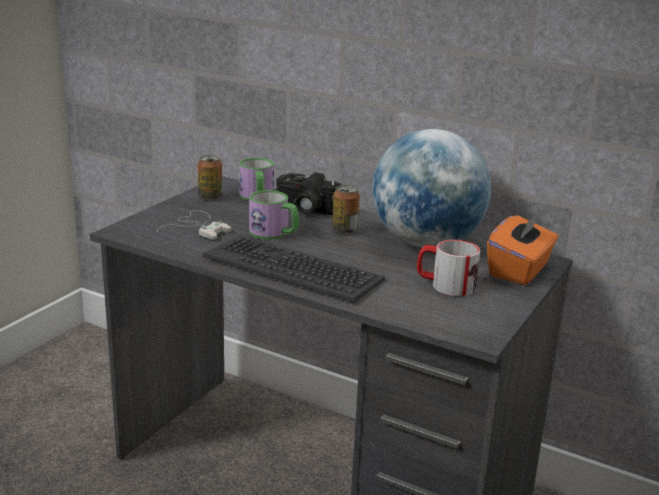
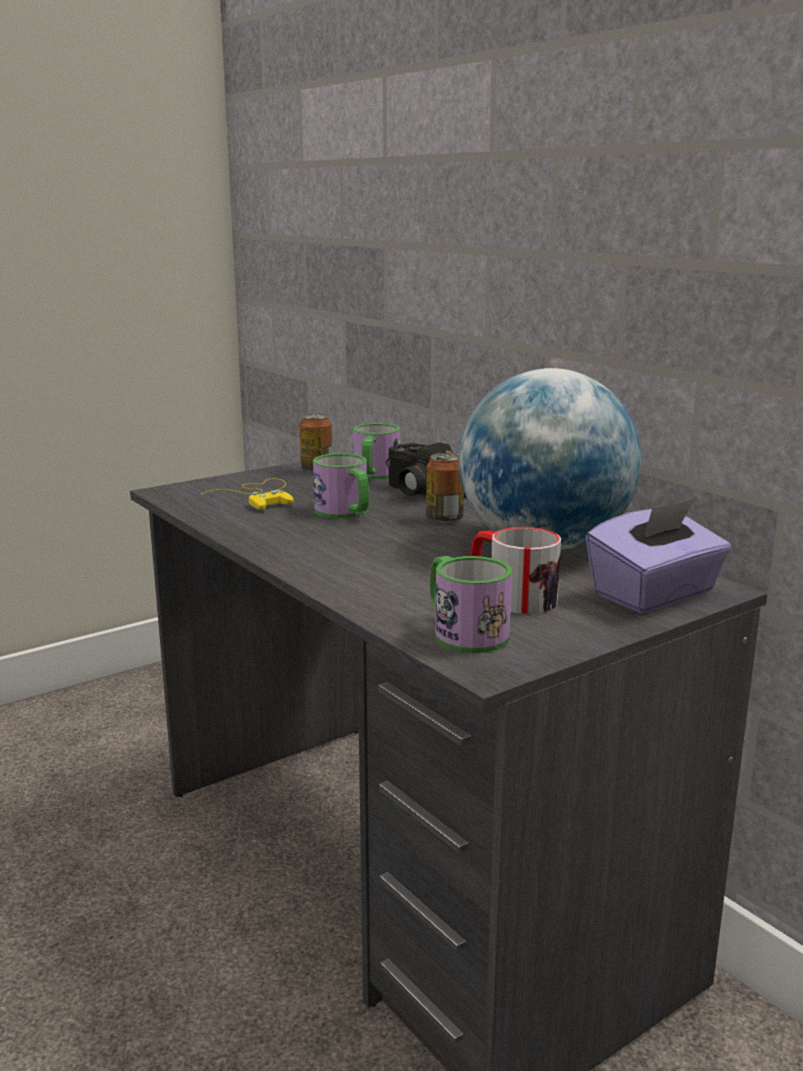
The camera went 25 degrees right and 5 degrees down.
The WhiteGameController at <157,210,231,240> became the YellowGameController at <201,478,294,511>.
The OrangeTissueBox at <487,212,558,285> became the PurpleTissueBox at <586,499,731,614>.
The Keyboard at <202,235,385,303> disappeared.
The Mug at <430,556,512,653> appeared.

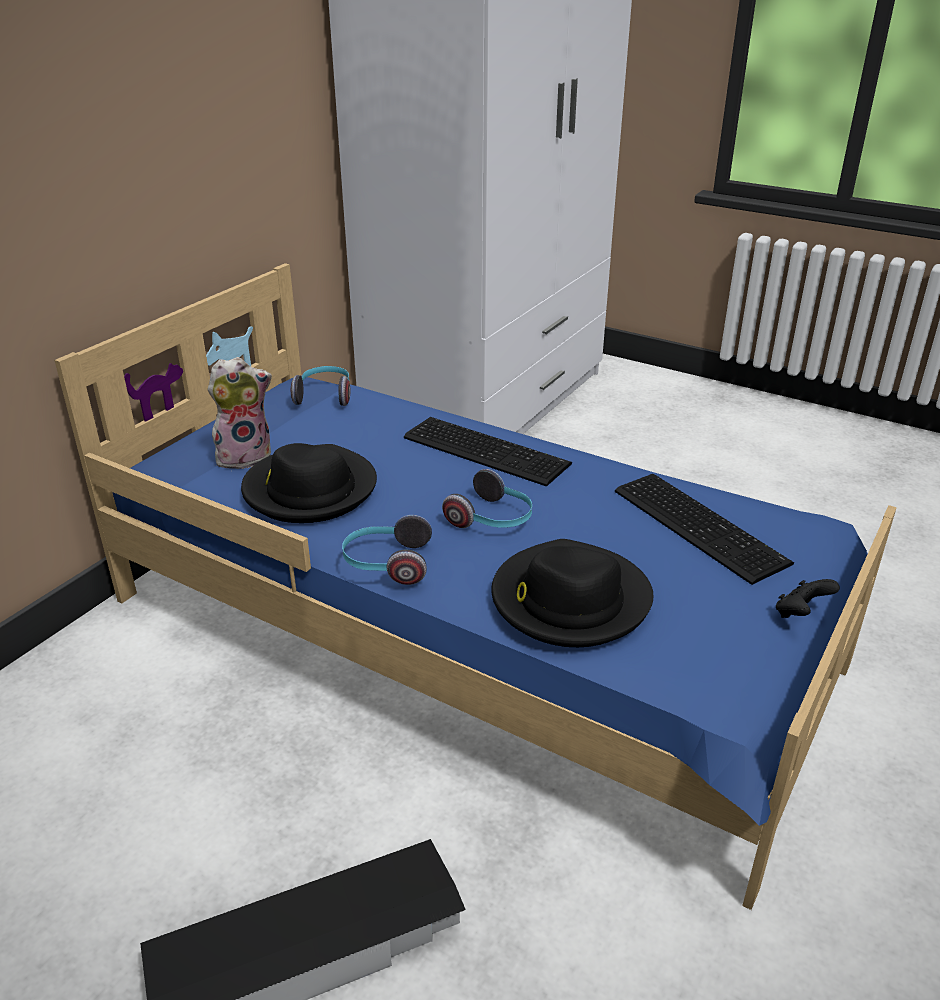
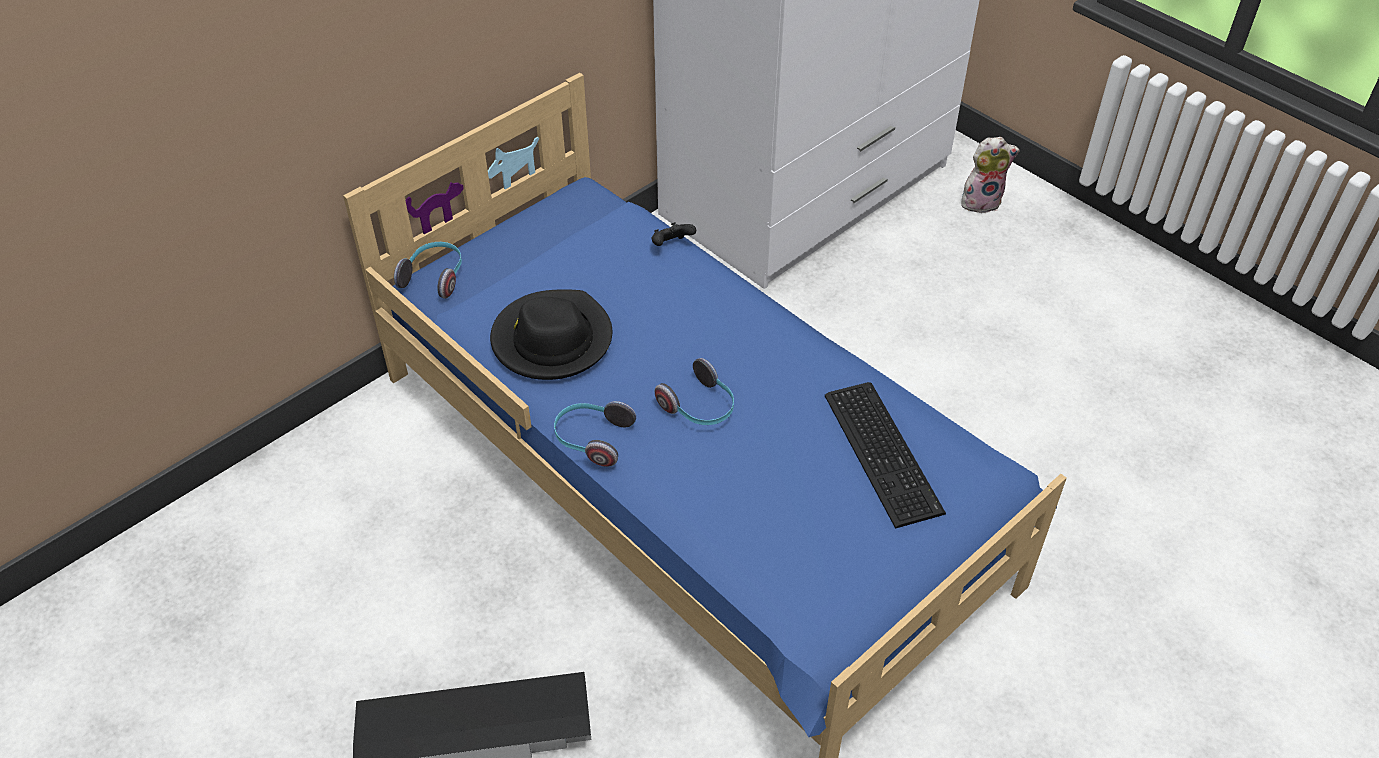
The camera went 15 degrees right and 15 degrees up.
The PlushToy moved from <207,357,272,469> to <961,137,1020,213>.
The Headphones moved from <291,366,350,406> to <394,242,462,299>.
The Keyboard at <404,417,572,486> disappeared.
The BlackHat at <491,539,653,647> disappeared.
The BlackGameController moved from <776,579,840,618> to <652,222,696,246>.

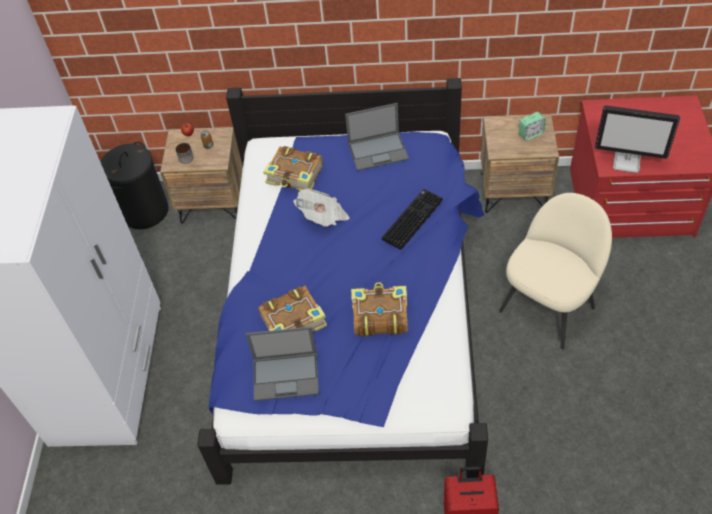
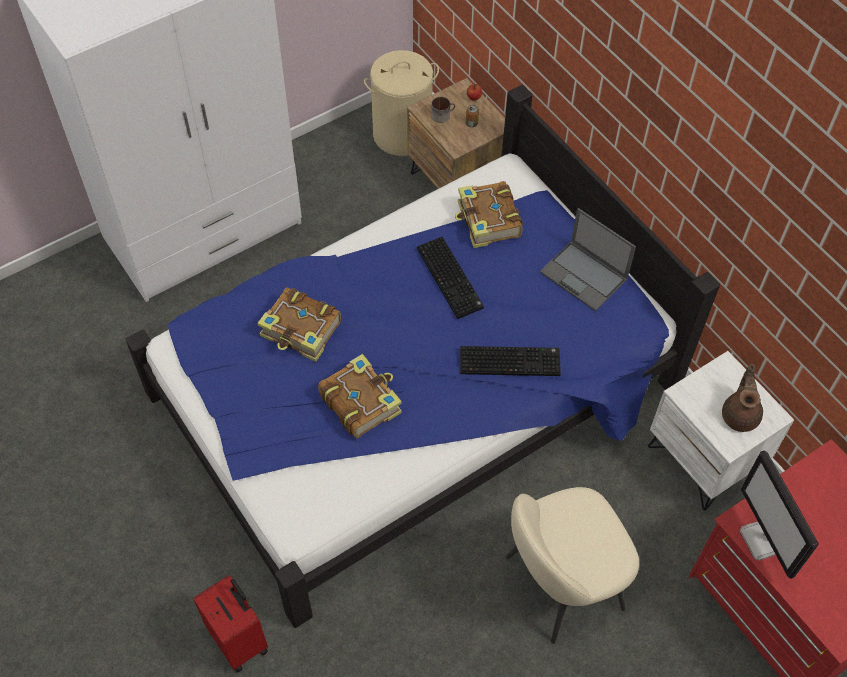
The camera went 50 degrees right and 5 degrees up.
The AlarmClock at <519,112,546,141> was replaced by the BrownTeapot at <722,364,763,432>.
The BrownNightstand at <481,114,559,213> became the WhiteNightstand at <648,351,794,511>.
The BlackLaundryBasket at <101,142,169,229> became the BeigeLaundryBasket at <364,50,439,156>.
The Newspaper at <293,188,350,227> was replaced by the Keyboard at <417,237,484,319>.
The BeigeChair at <499,193,612,349> turned 150 degrees clockwise.
The Laptop at <246,327,319,401> disappeared.

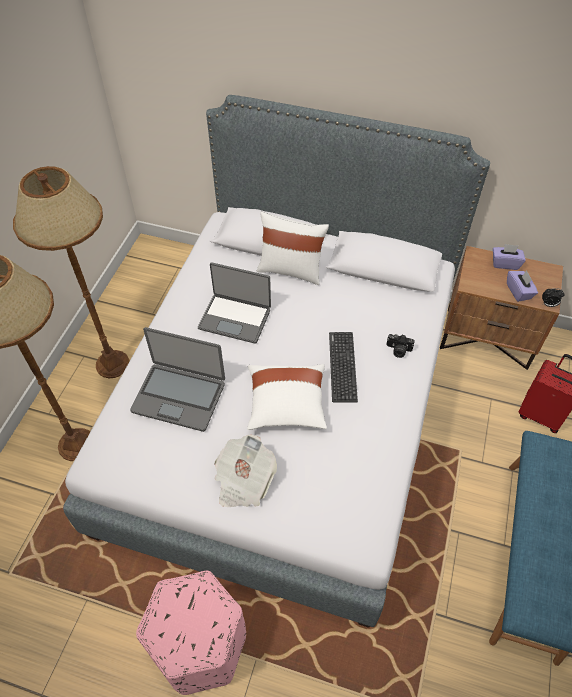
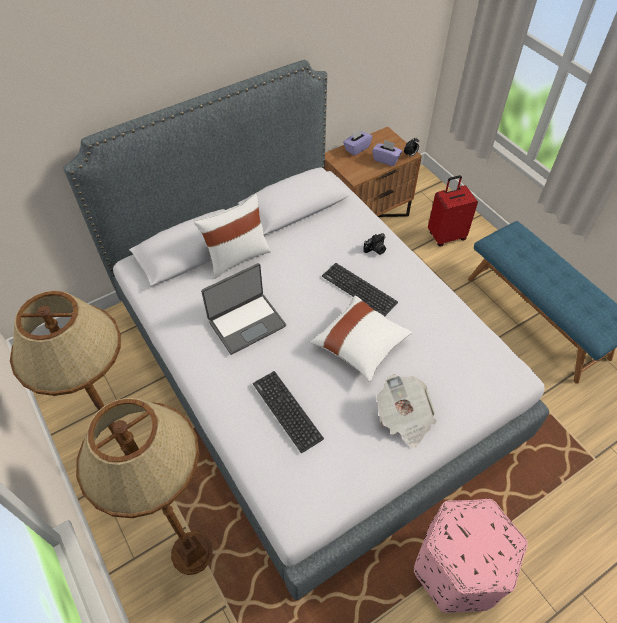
The camera went 50 degrees left and 0 degrees up.
The Laptop at <130,327,225,432> was replaced by the Keyboard at <253,371,324,453>.

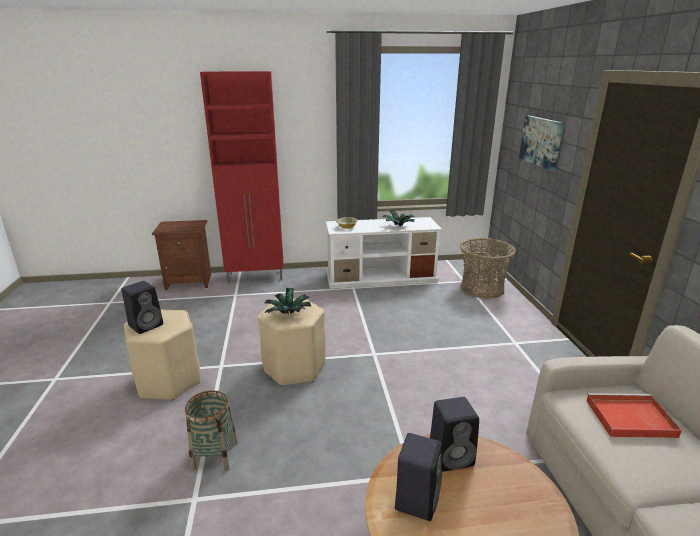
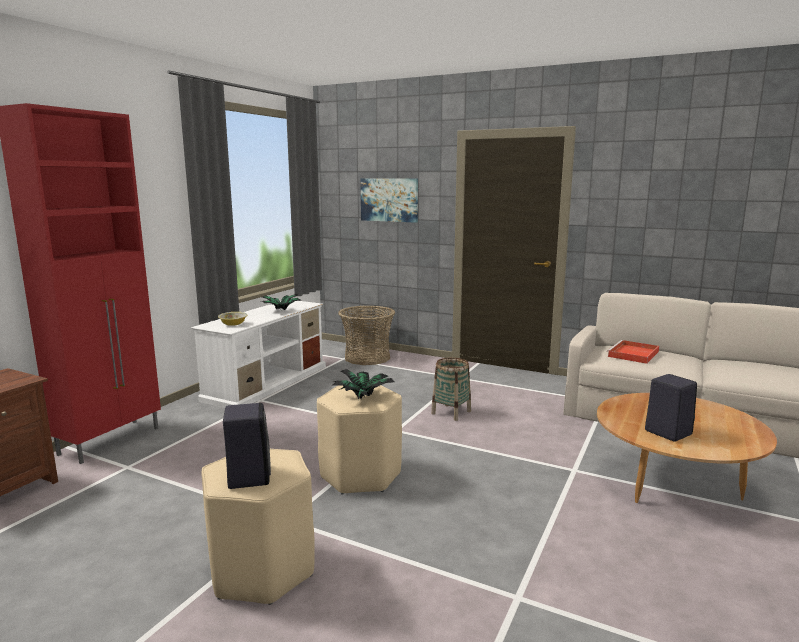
The camera went 55 degrees left and 10 degrees down.
The Basket moved from <185,390,238,471> to <431,358,471,421>.
The BlackSpeaker at <430,397,479,472> disappeared.

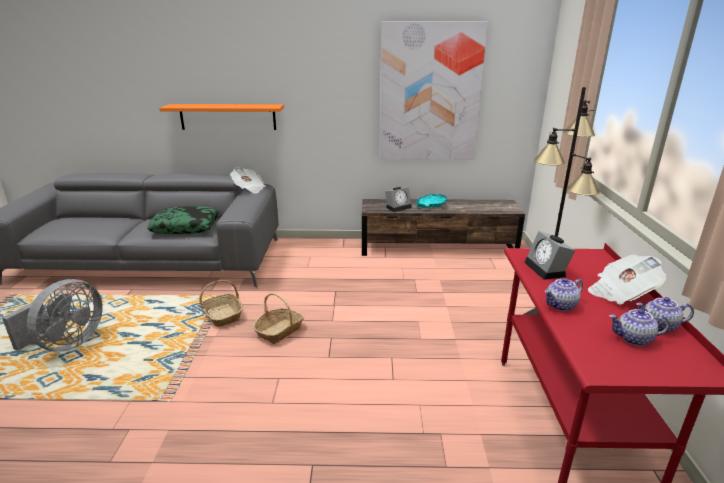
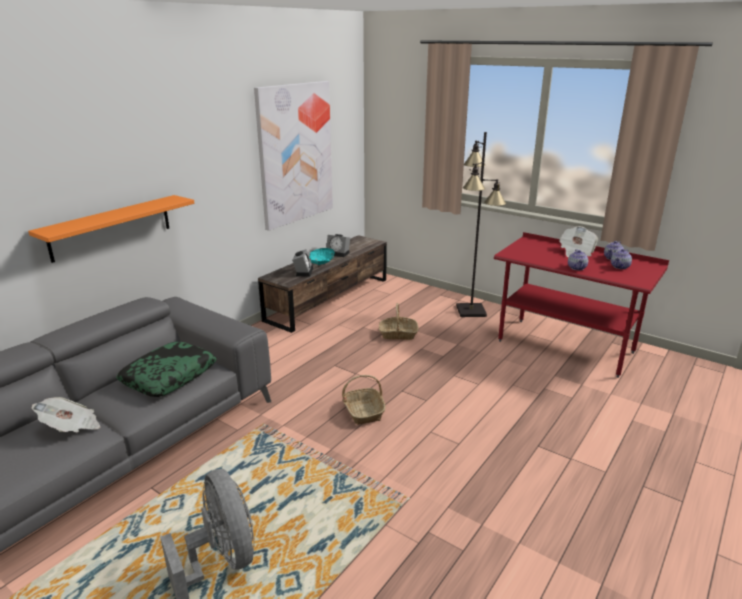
The camera went 55 degrees left and 0 degrees up.
The Newspaper moved from <230,167,266,193> to <31,397,101,432>.
The AlarmClock moved from <524,231,575,280> to <326,234,350,257>.
The Basket moved from <199,280,243,327> to <379,303,419,340>.

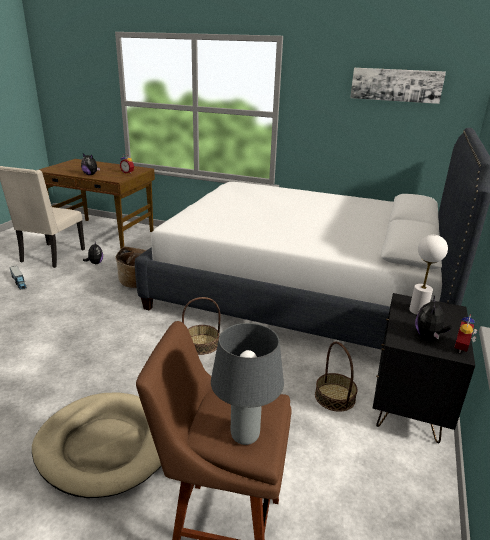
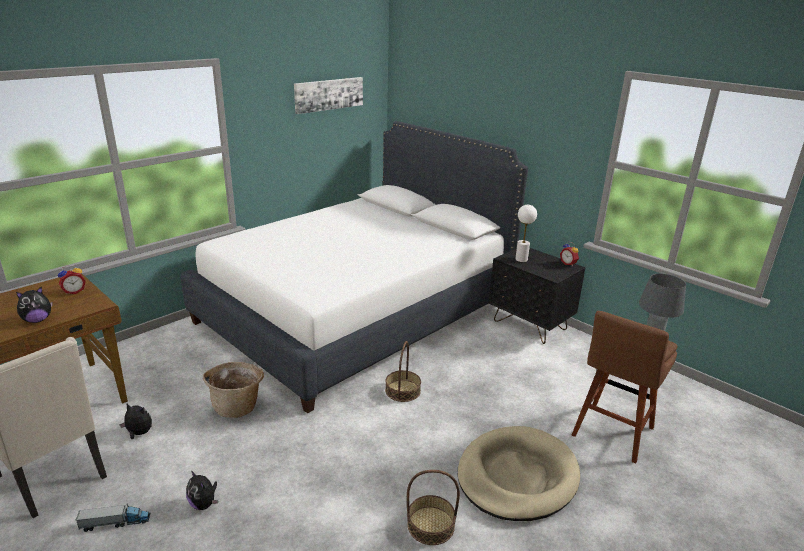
The camera went 65 degrees left and 0 degrees up.
The PlushToy moved from <415,296,452,340> to <186,470,218,510>.
The Basket moved from <315,342,358,412> to <407,470,460,545>.

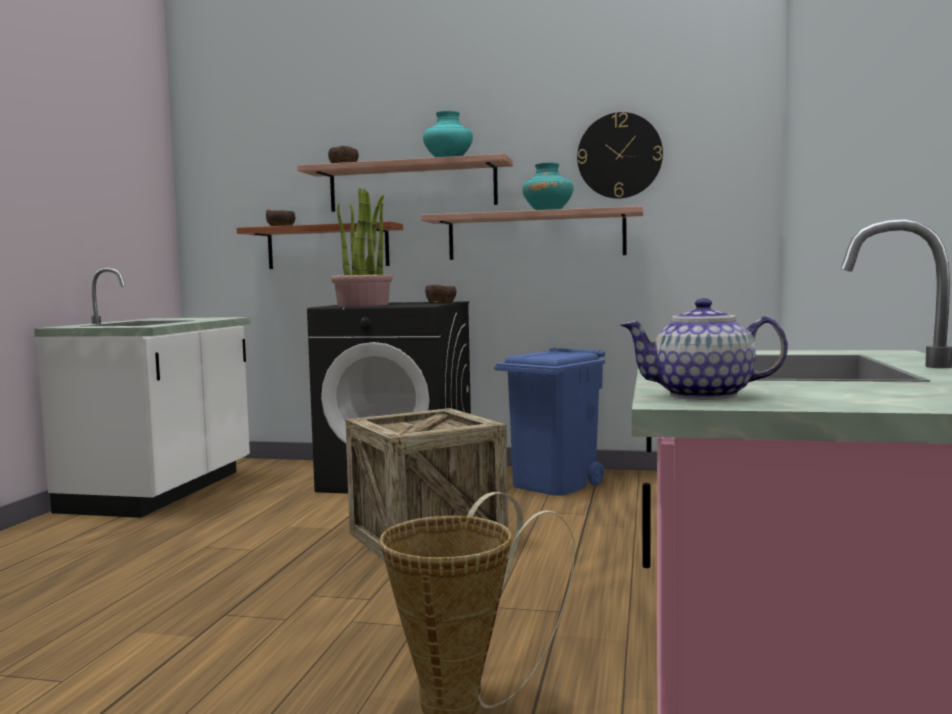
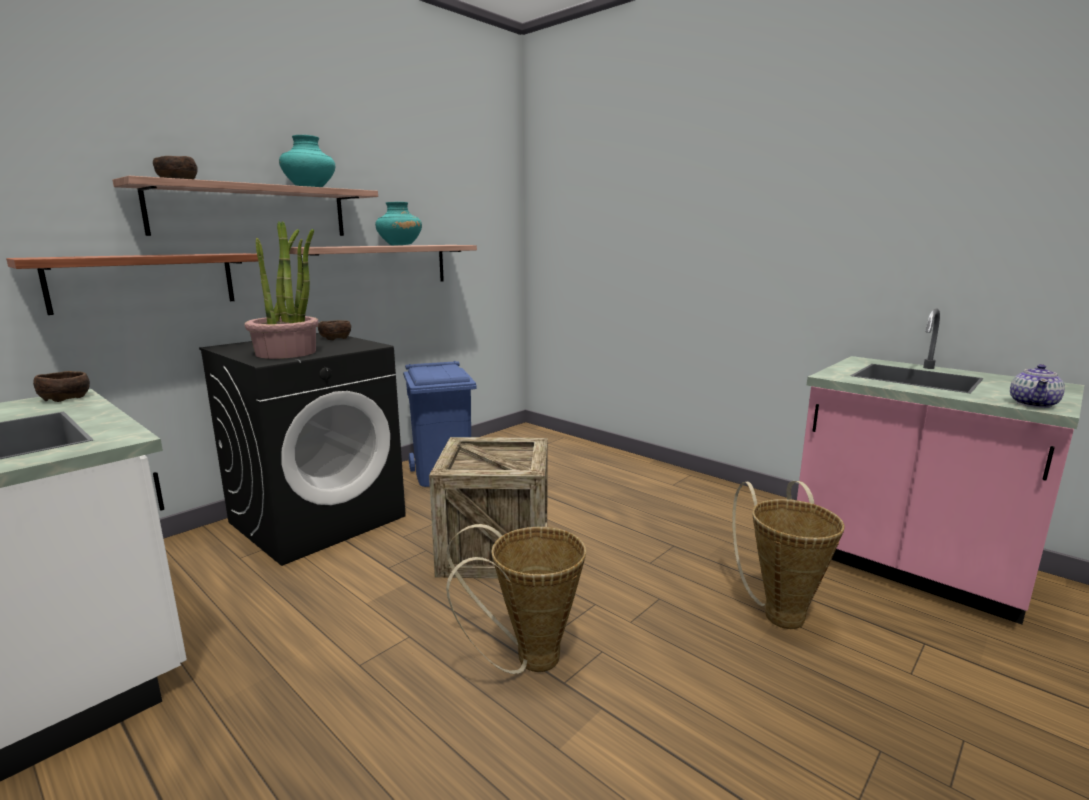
The camera went 60 degrees left and 10 degrees up.
The WallClock at <577,112,663,199> disappeared.
The BrownBowl moved from <266,210,295,226> to <33,371,90,402>.
The Basket at <446,524,586,674> appeared.

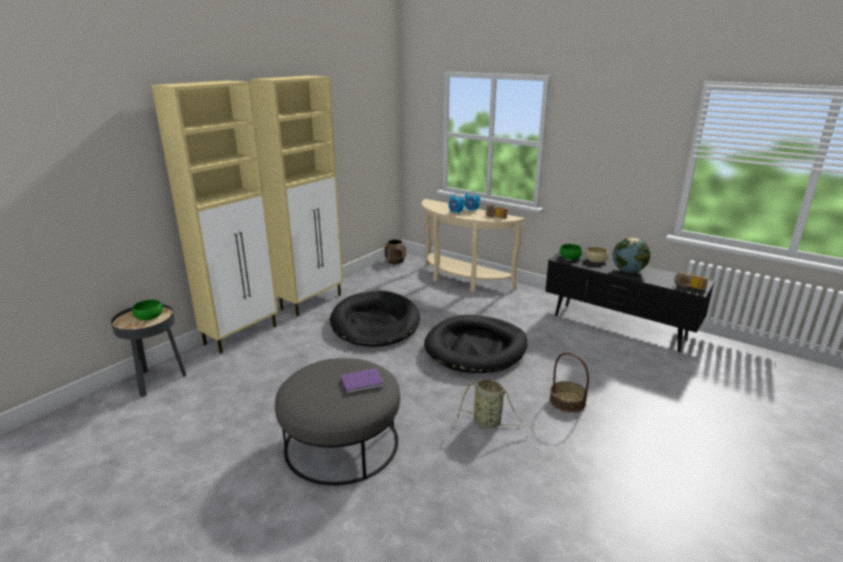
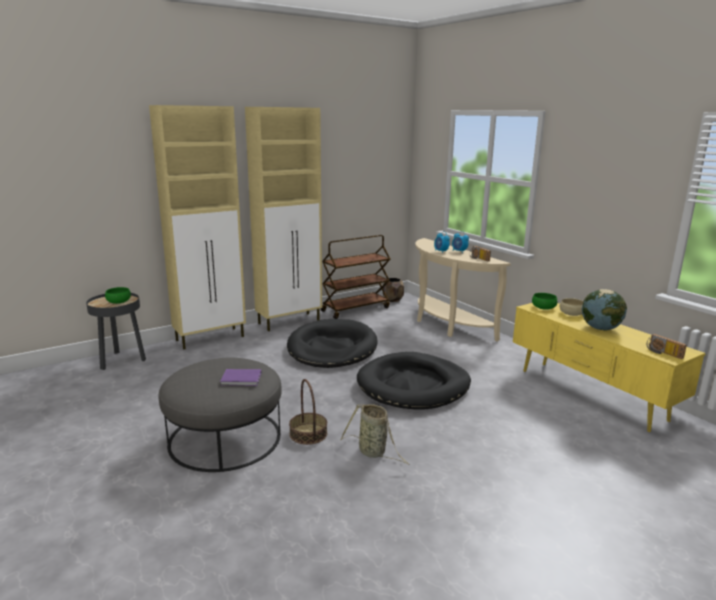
The camera went 20 degrees right and 5 degrees down.
The BlackTvStand at <545,252,715,352> became the YellowTvStand at <513,303,705,432>.
The Basket moved from <550,352,589,413> to <289,379,327,445>.
The BrownCart at <321,235,390,319> appeared.

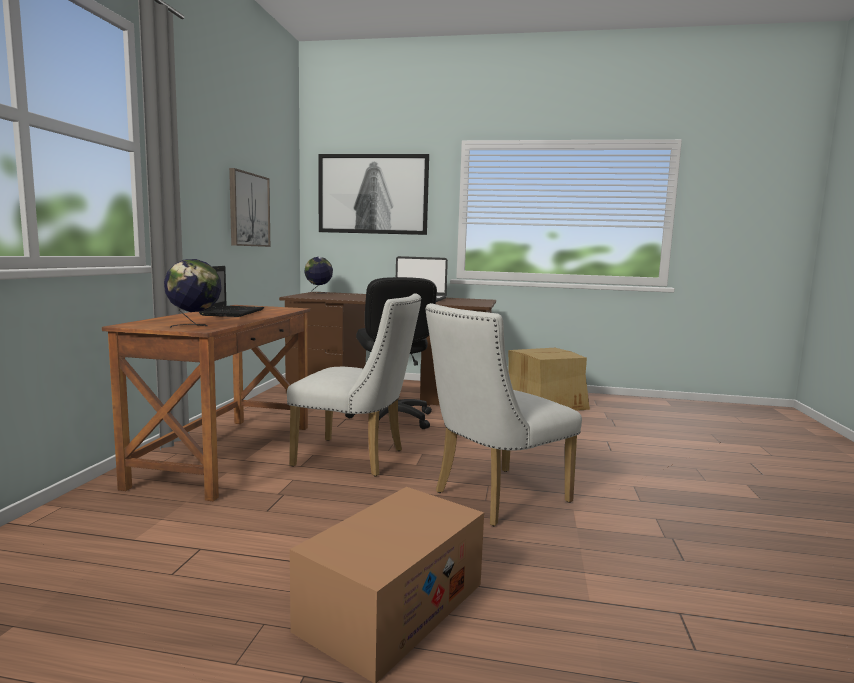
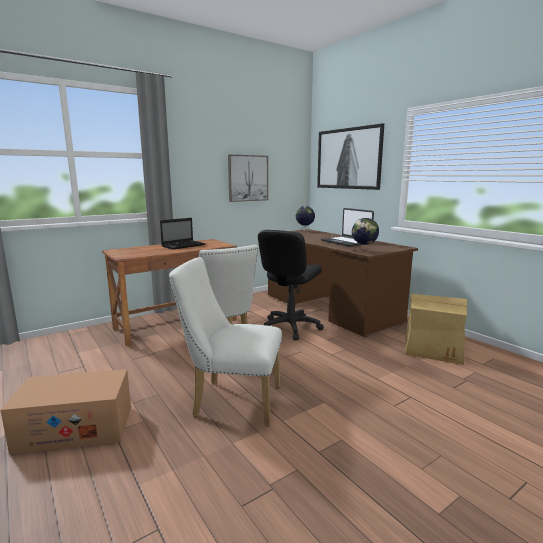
The camera went 45 degrees right and 5 degrees up.
The Globe moved from <164,259,222,328> to <352,218,379,252>.

